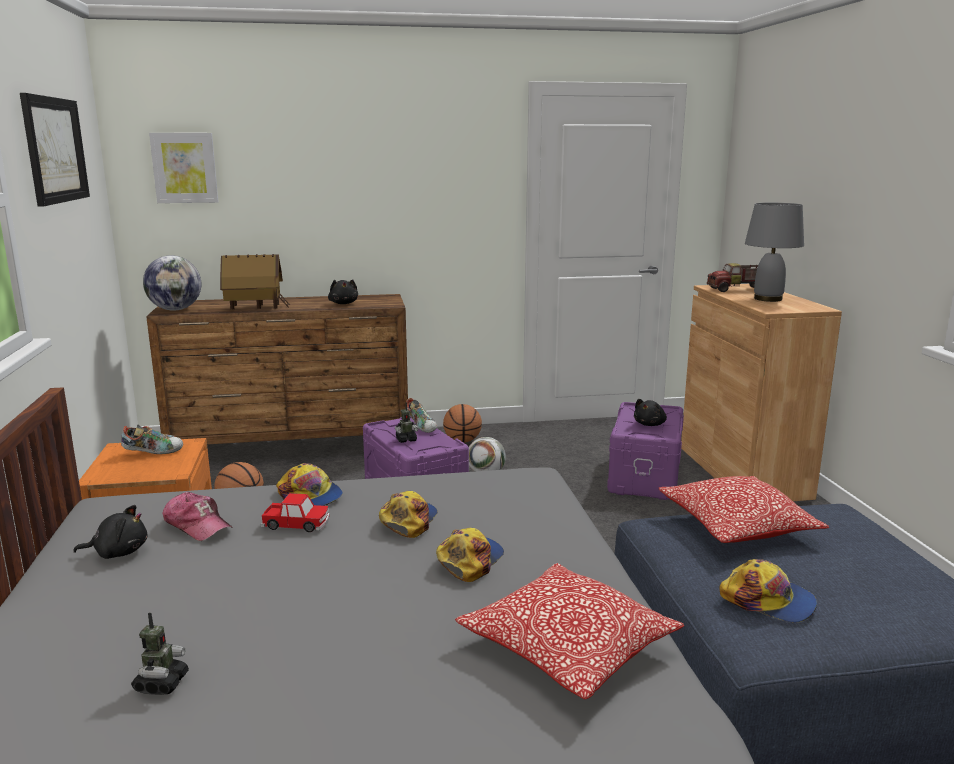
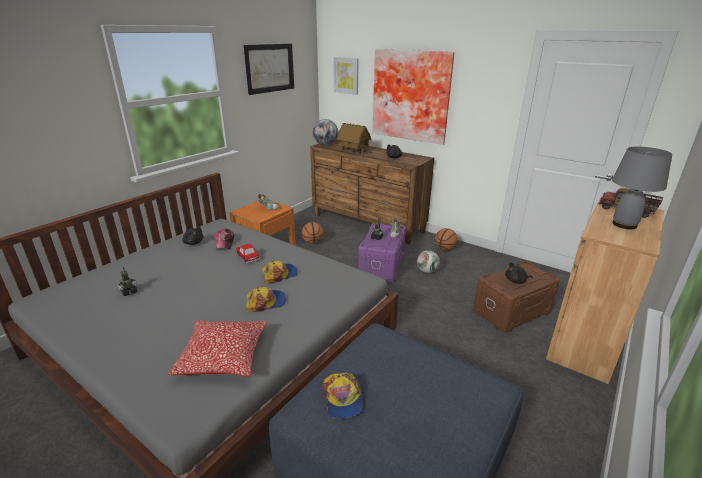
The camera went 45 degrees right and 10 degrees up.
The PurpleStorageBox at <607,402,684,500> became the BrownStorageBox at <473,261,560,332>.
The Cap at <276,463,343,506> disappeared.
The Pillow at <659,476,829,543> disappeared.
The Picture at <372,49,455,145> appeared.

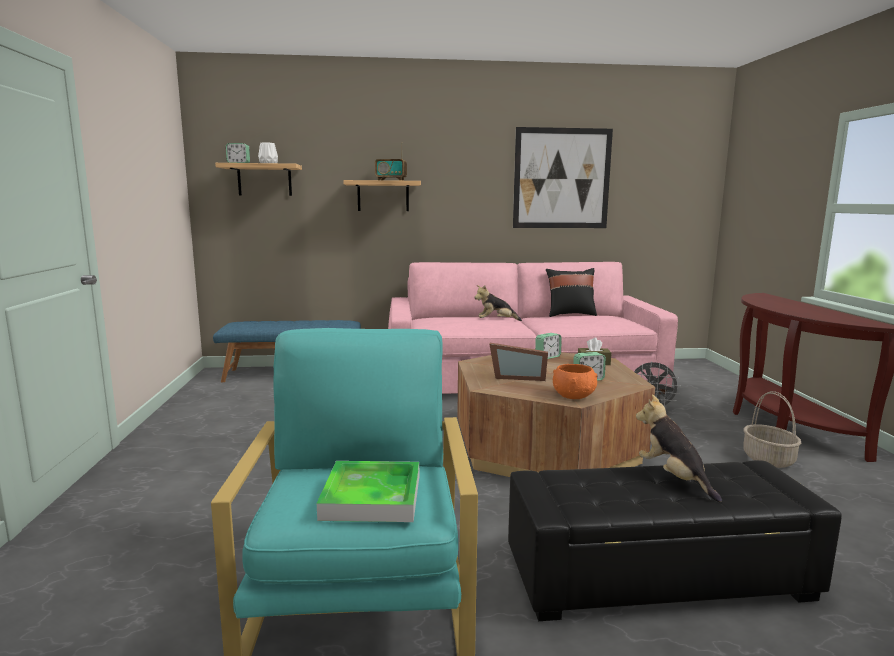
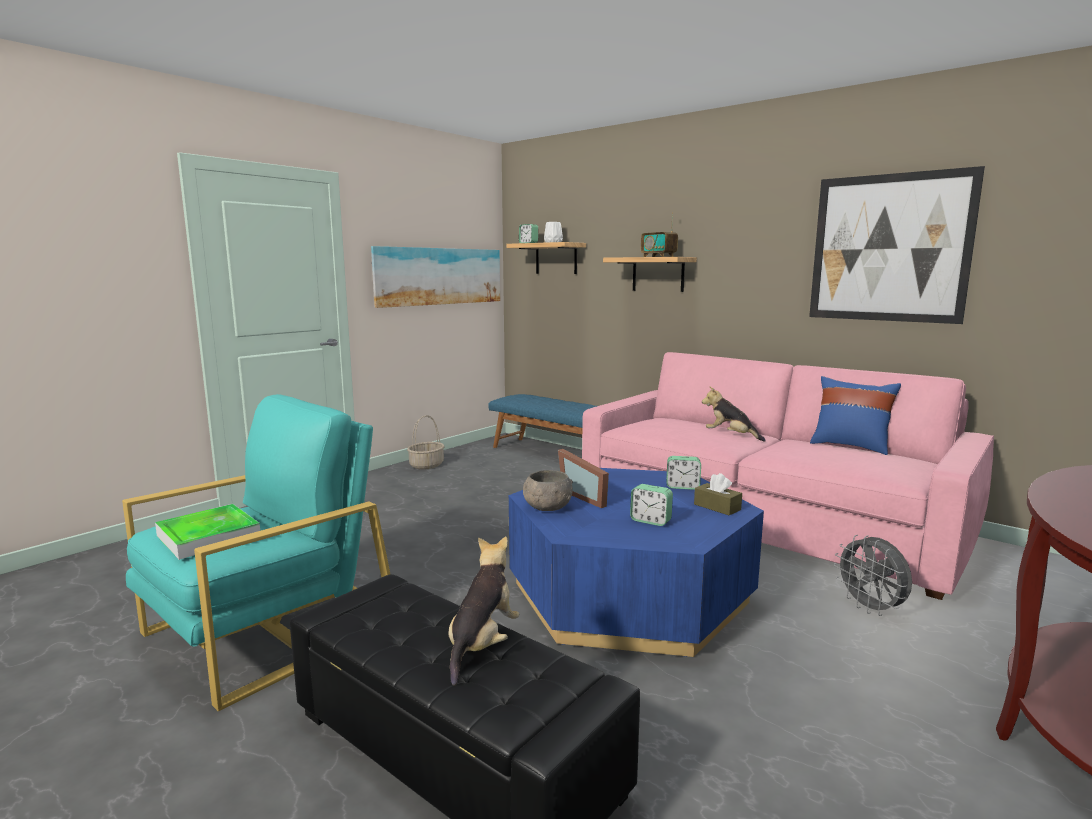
The camera went 45 degrees right and 0 degrees up.
The BlackPillow at <546,268,597,317> became the BluePillow at <810,376,901,455>.
The BrownCoffeeTable at <457,348,655,477> became the BlueCoffeeTable at <509,468,764,657>.
The OrangeBowl at <553,364,598,399> disappeared.
The Basket moved from <743,391,801,468> to <407,415,444,470>.
The Picture at <371,246,500,308> appeared.
The GreyBowl at <523,470,573,511> appeared.

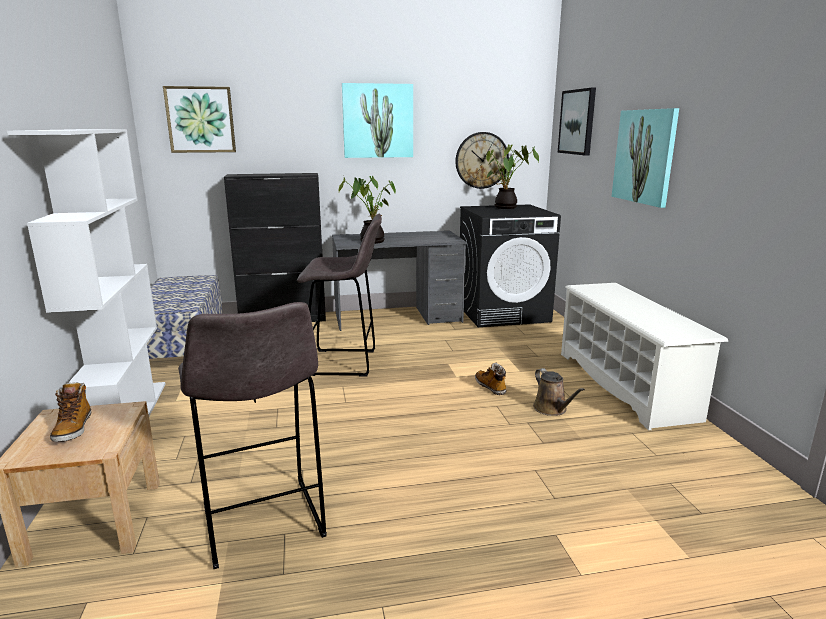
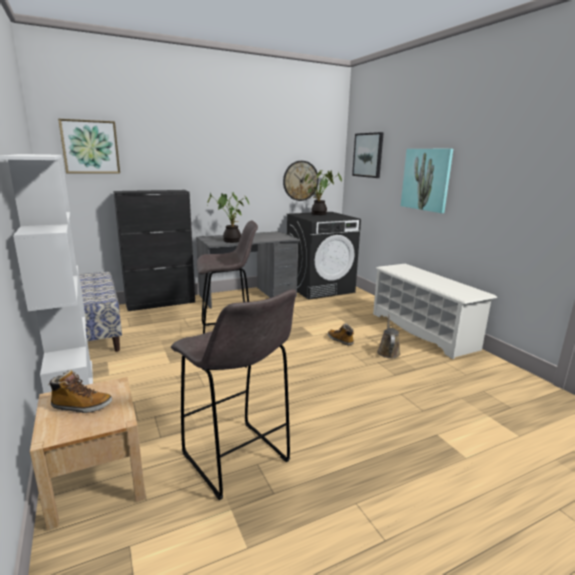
The camera went 15 degrees left and 0 degrees up.
The Picture at <342,83,413,158> disappeared.
The BrownWateringCan at <533,368,585,416> turned 135 degrees counterclockwise.
The Boot at <50,382,91,442> turned 60 degrees counterclockwise.

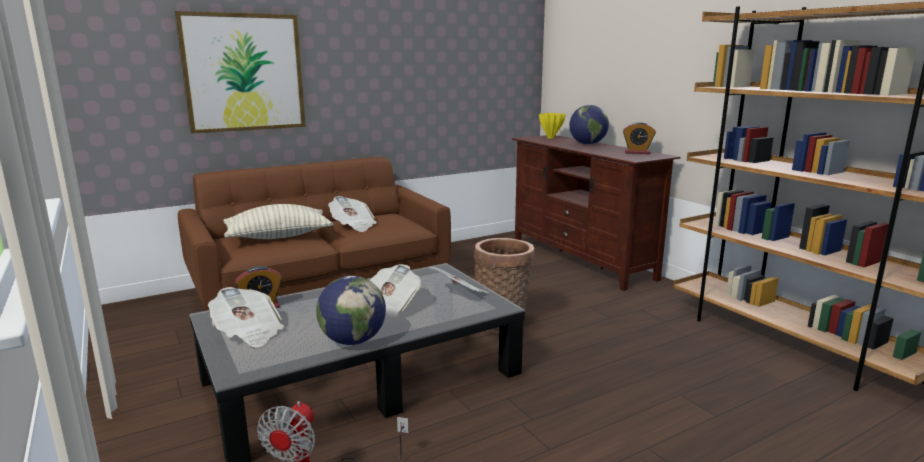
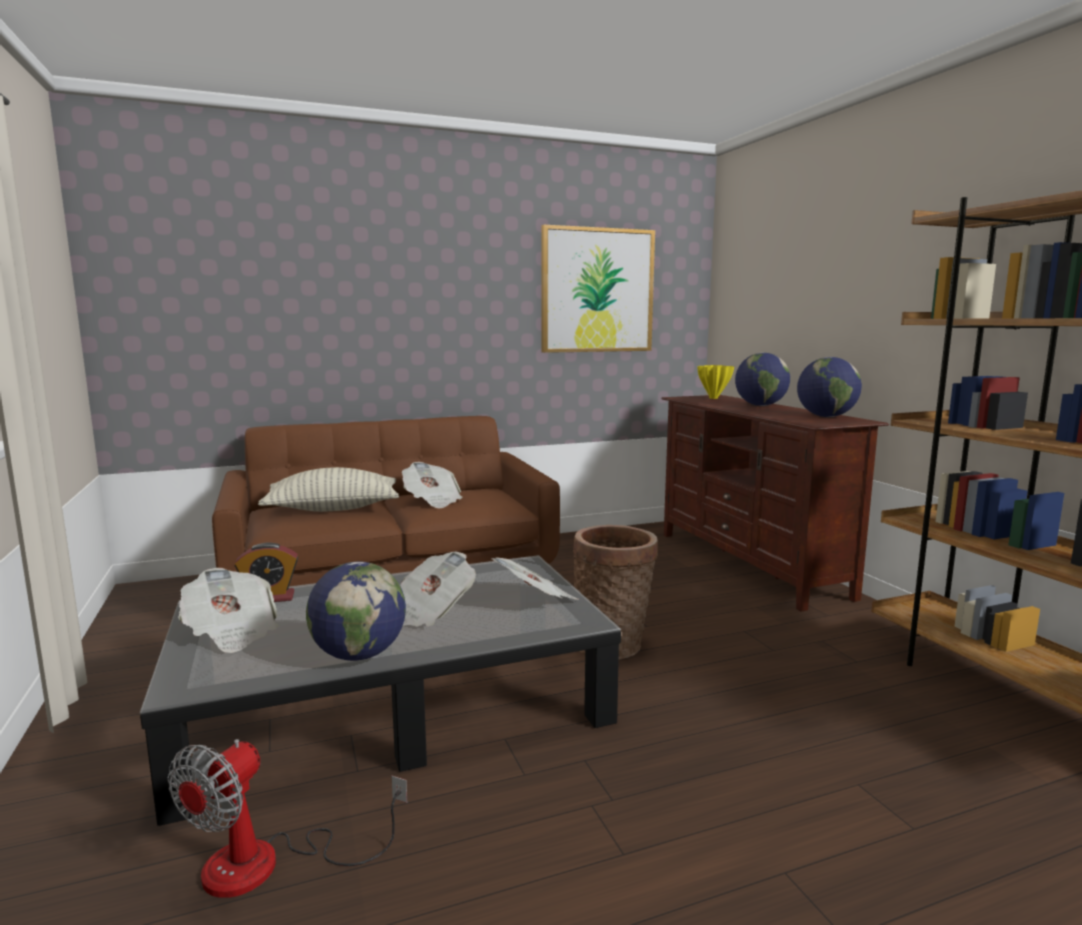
The camera went 10 degrees right and 5 degrees down.
The Picture moved from <175,11,306,134> to <542,225,655,353>.
The AlarmClock at <623,122,656,154> was replaced by the Globe at <797,357,862,417>.

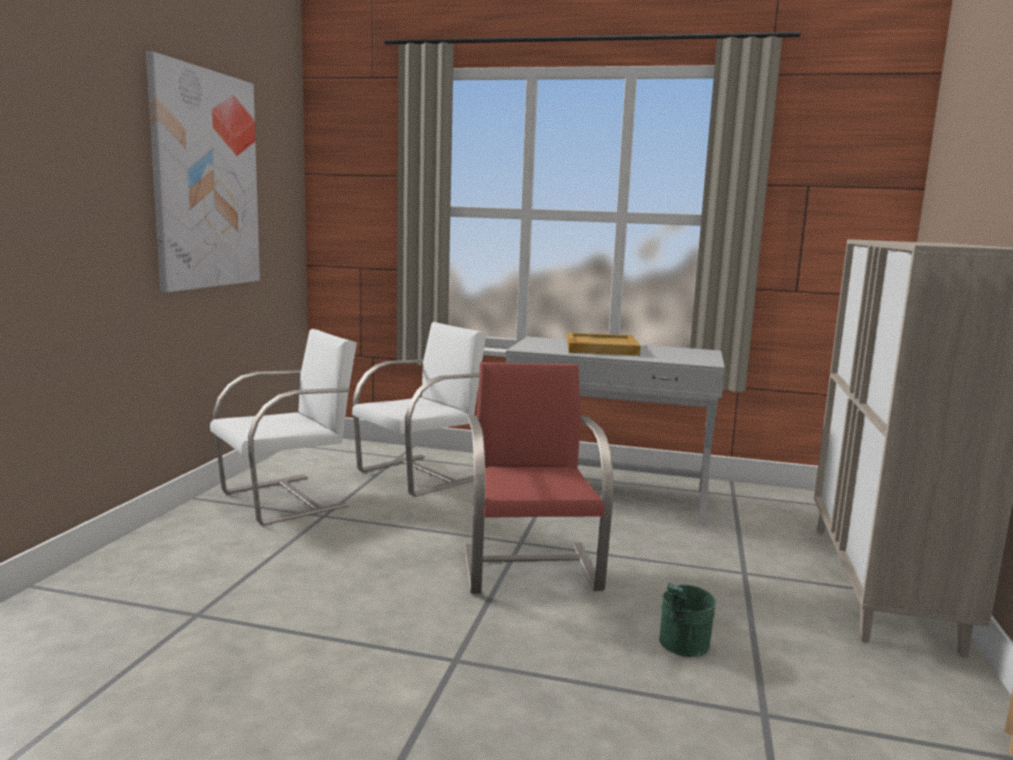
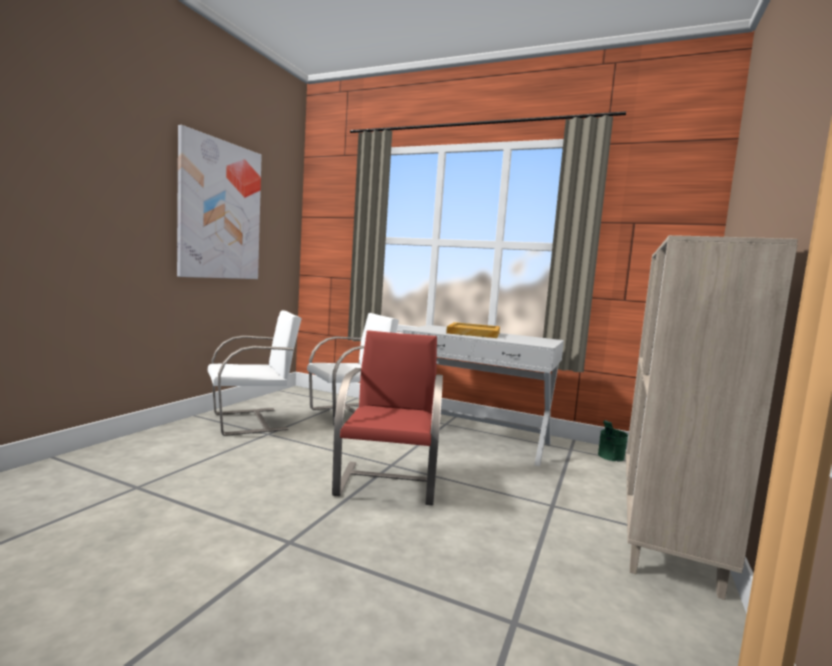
The camera went 10 degrees right and 5 degrees down.
The GreenBucket moved from <659,583,716,657> to <598,420,628,462>.

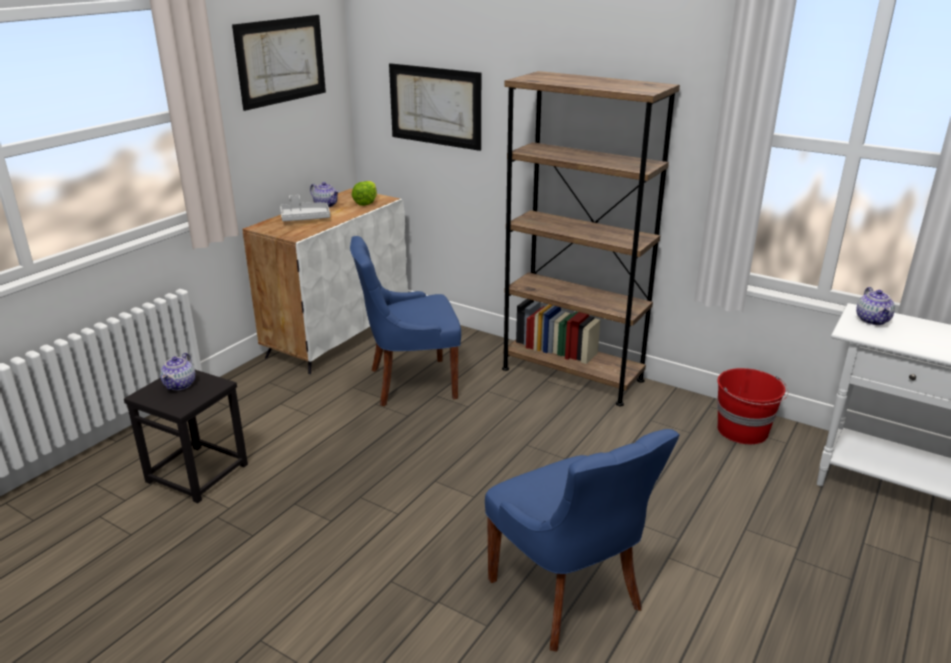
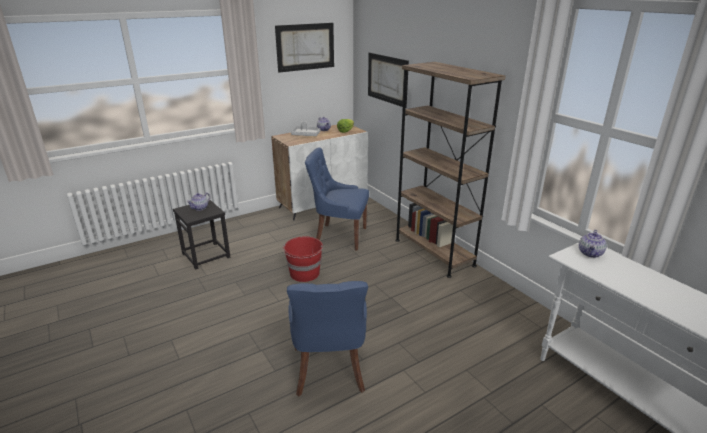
The camera went 25 degrees right and 0 degrees up.
The RedBucket moved from <717,368,788,444> to <283,236,323,282>.

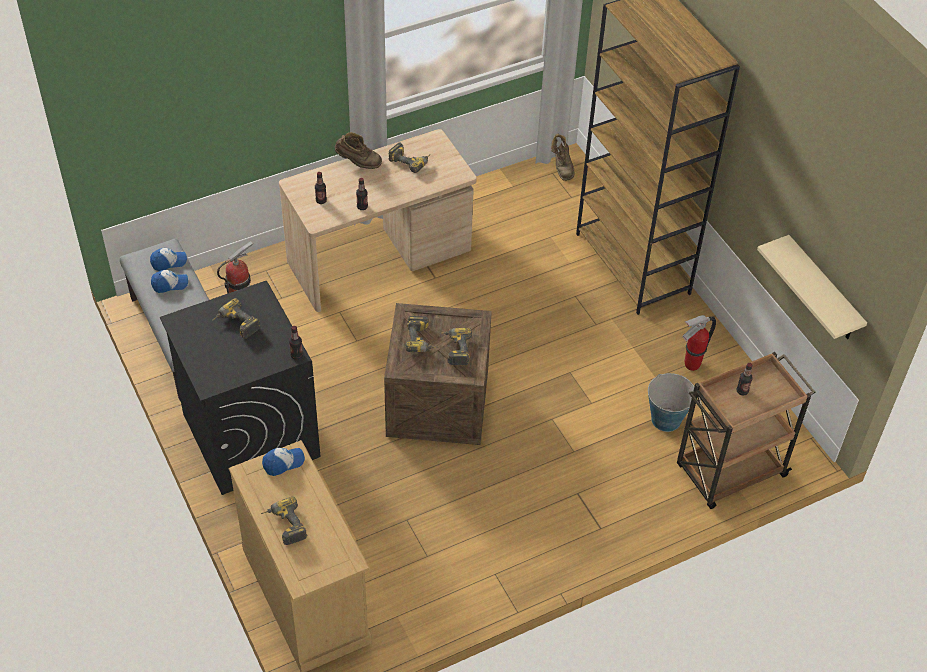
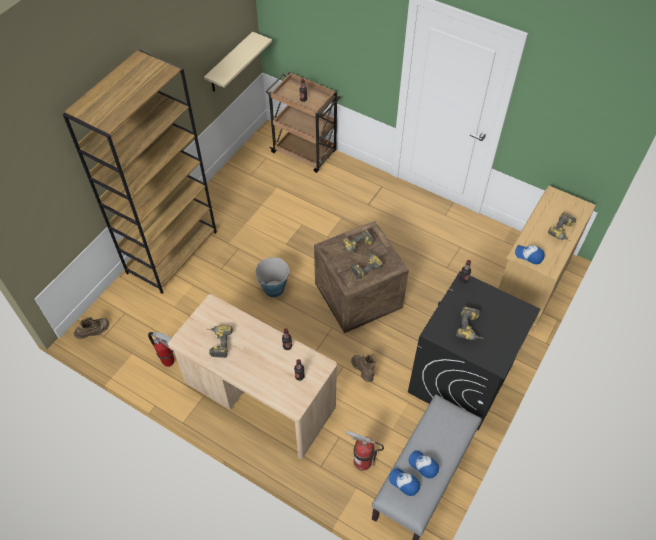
The camera went 120 degrees left and 5 degrees up.
The BrownBoot moved from <335,132,382,169> to <351,354,376,382>.
The FireExtinguisher moved from <682,315,716,371> to <148,331,174,367>.
The Bucket moved from <648,373,694,432> to <255,257,289,297>.

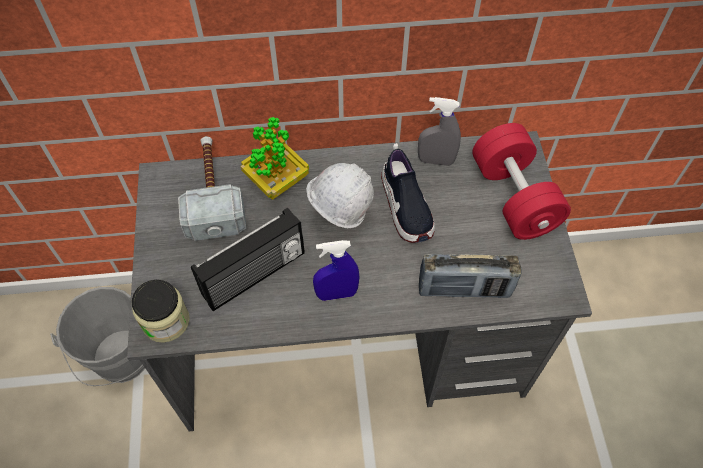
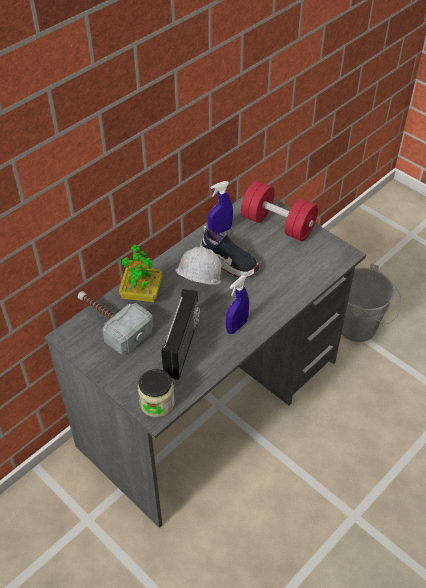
The camera went 40 degrees left and 10 degrees down.
The GreySprayBottle at <418,97,461,166> became the BlueSprayBottle at <208,181,233,234>.
The Radio at <419,254,521,298> disappeared.
The GreyBucket moved from <50,287,145,386> to <341,263,401,342>.

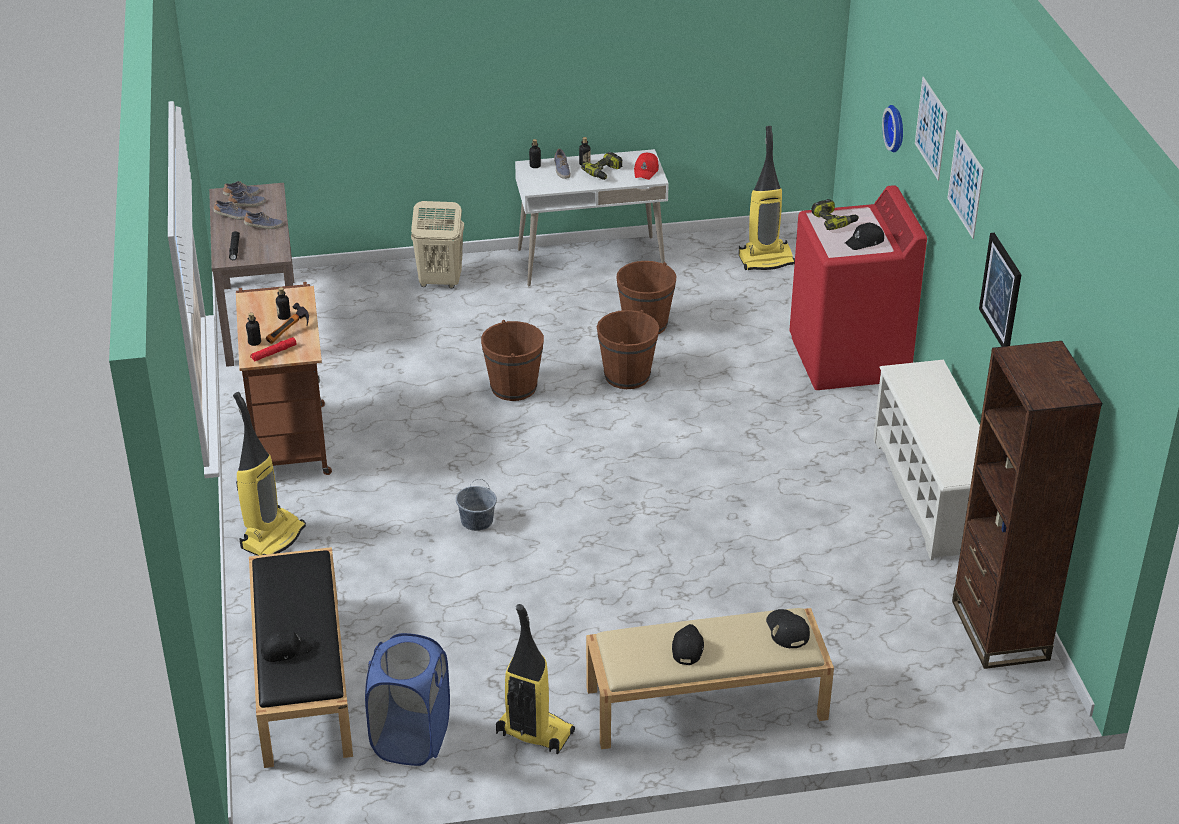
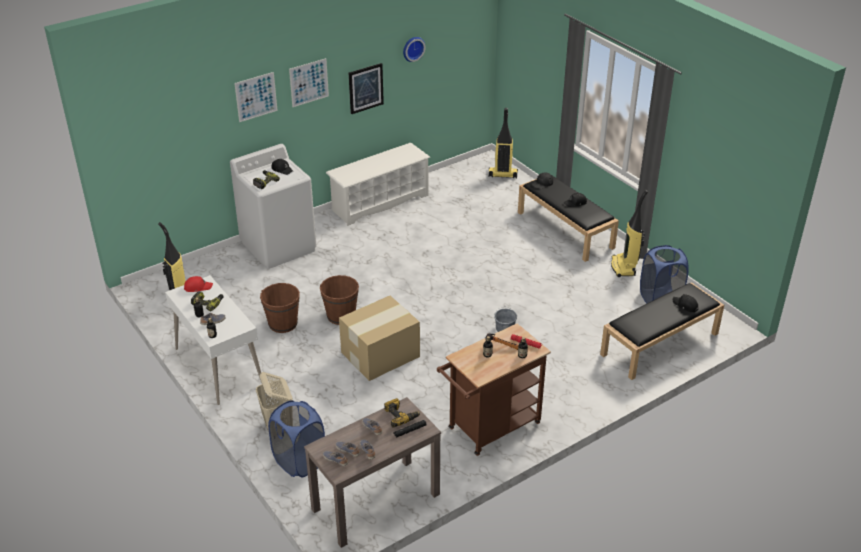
The camera went 115 degrees left and 0 degrees up.
The WallClock moved from <882,105,903,153> to <403,37,426,62>.
The RedWashingMachine at <790,185,927,390> became the WhiteWashingMachine at <230,144,316,269>.
The BrownBucket at <481,320,544,401> was replaced by the CardboardBox at <339,296,420,381>.
The BrownBookcase at <952,341,1102,669> disappeared.
The VacuumCleaner moved from <233,392,306,556> to <489,108,518,179>.
The BeigeBench at <586,608,834,749> became the BlackBench at <518,175,619,262>.
The PowerDrill at <384,398,420,427> appeared.
The BlueLaundryBasket at <268,400,325,477> appeared.

